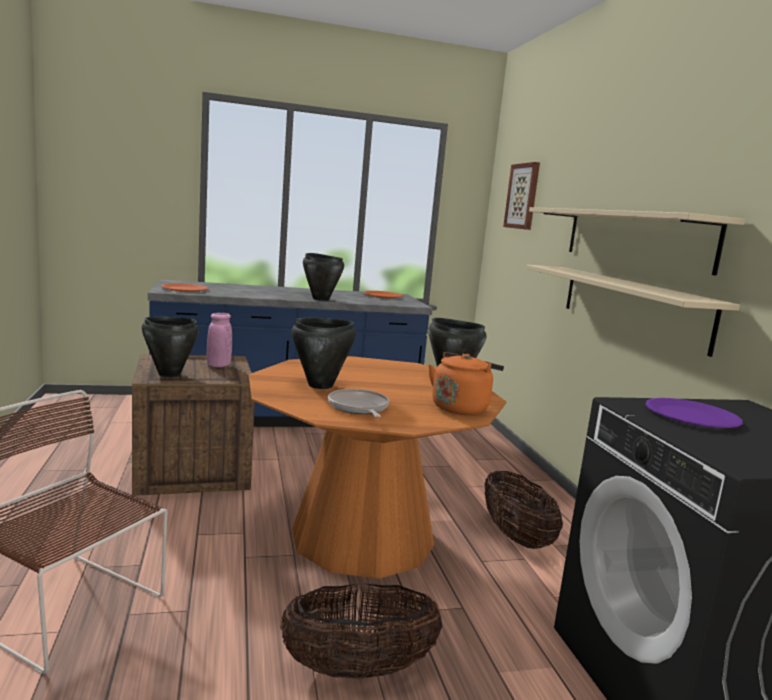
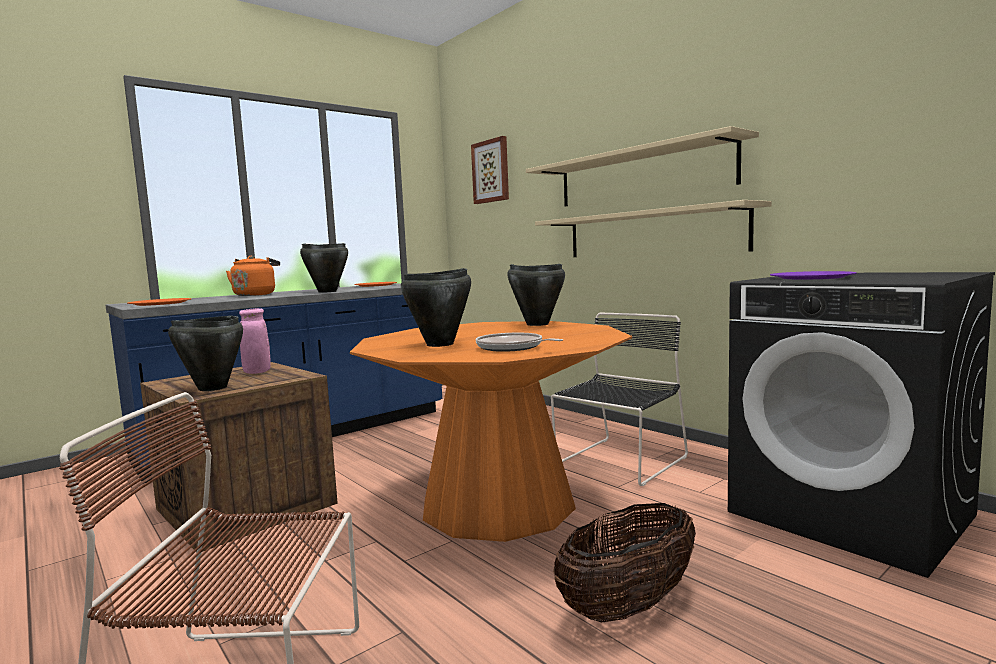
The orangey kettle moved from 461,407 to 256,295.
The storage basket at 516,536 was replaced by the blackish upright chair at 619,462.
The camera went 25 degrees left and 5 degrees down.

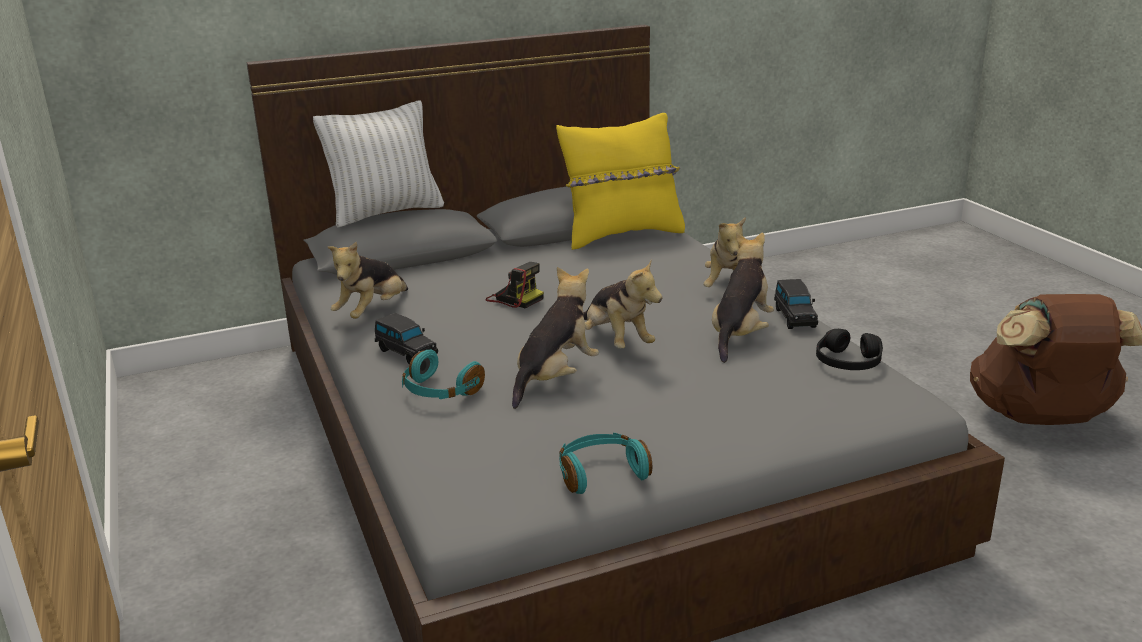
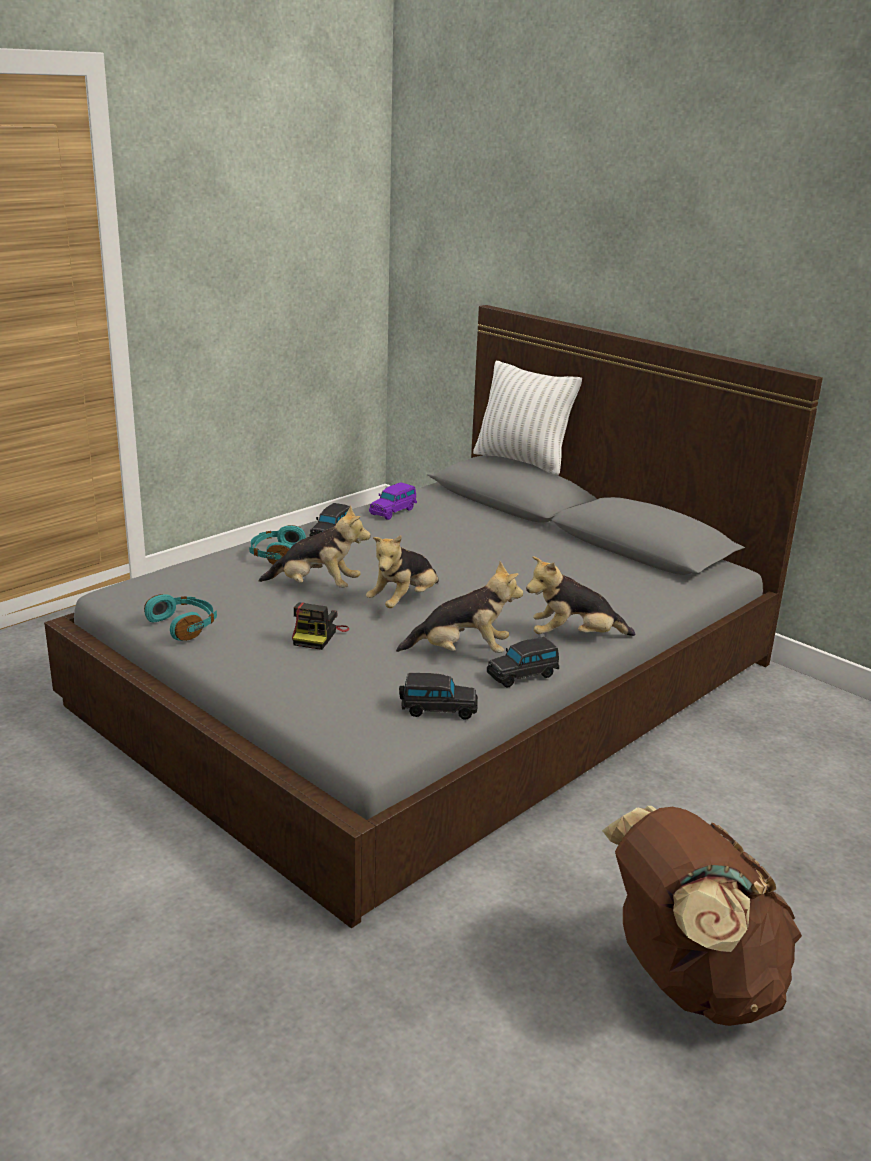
The photo camera moved from 514,298 to 318,636.
The cuddly toy at 372,312 was replaced by the purplish miniature car at 393,511.
The blackish pair of headphones at 848,362 was replaced by the blackish miniature car at 437,709.
The yellow cushion at 622,235 disappeared.
The camera went 65 degrees right and 0 degrees up.

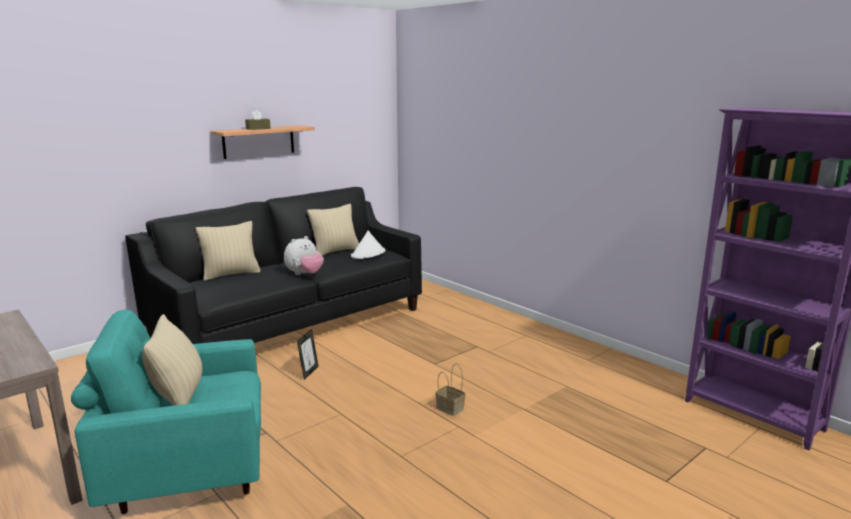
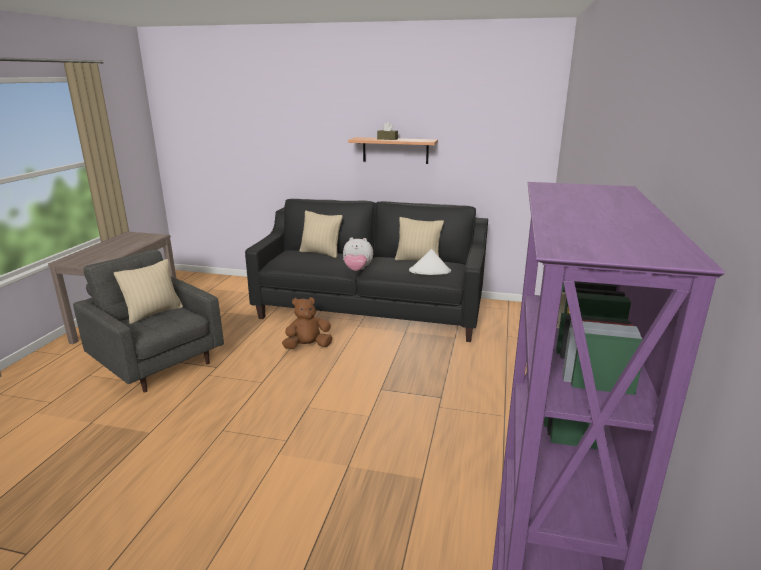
The turquoise-coloured lounge chair at 187,470 became the grey lounge chair at 158,363.
The photo frame at 309,372 was replaced by the brownish cuddly toy at 308,346.
The storage basket at 449,408 disappeared.
The camera went 55 degrees right and 5 degrees up.

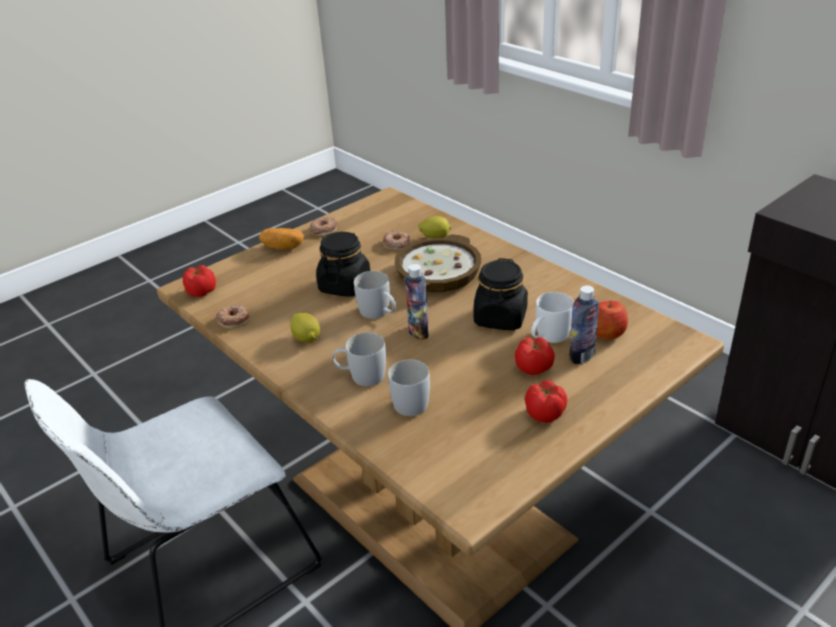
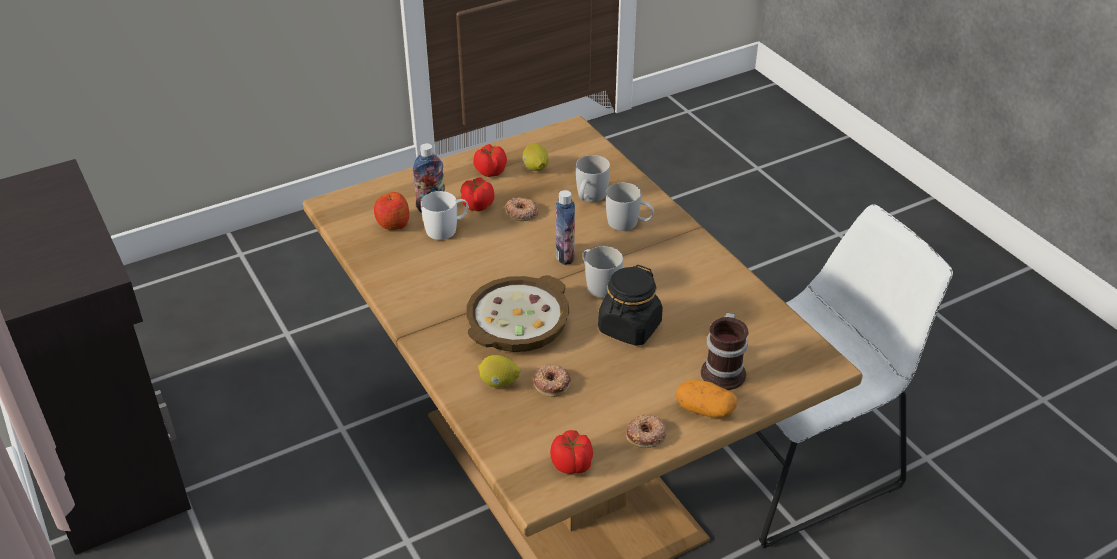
The donut moved from 234,319 to 521,213.
The whole lemon moved from 306,338 to 535,168.
The tomato moved from 201,291 to 572,465.
The tea mug at 725,370 appeared.
The blackish storage jar at 500,318 disappeared.
The camera went 170 degrees left and 5 degrees up.

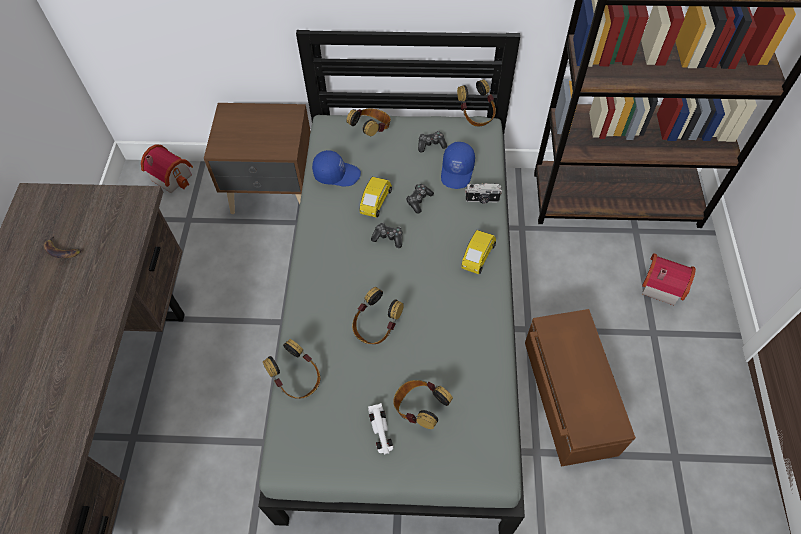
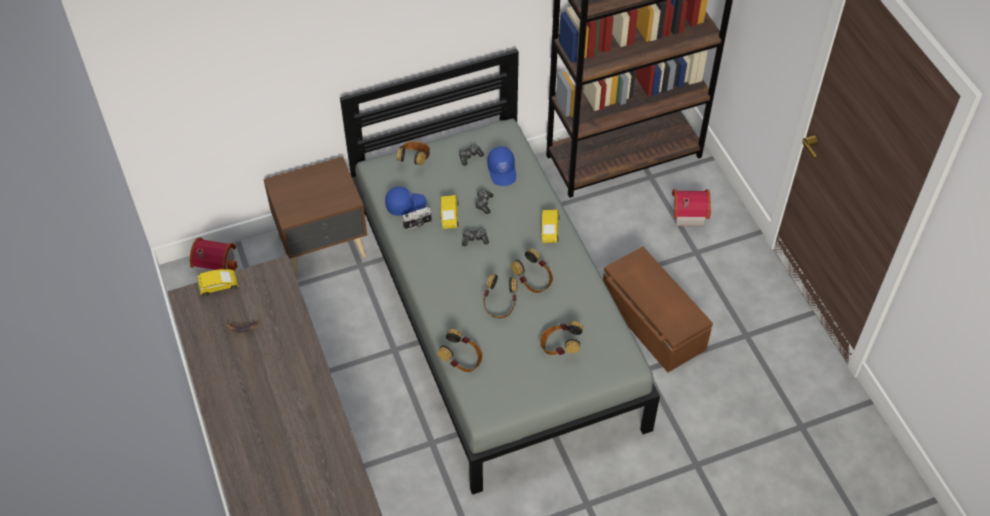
The yellow miniature car at 219,287 appeared.
The photo camera moved from 482,200 to 417,224.
The pair of headphones moved from 476,115 to 533,281.
The white-coloured miniature car at 381,431 disappeared.
The camera went 25 degrees left and 5 degrees down.

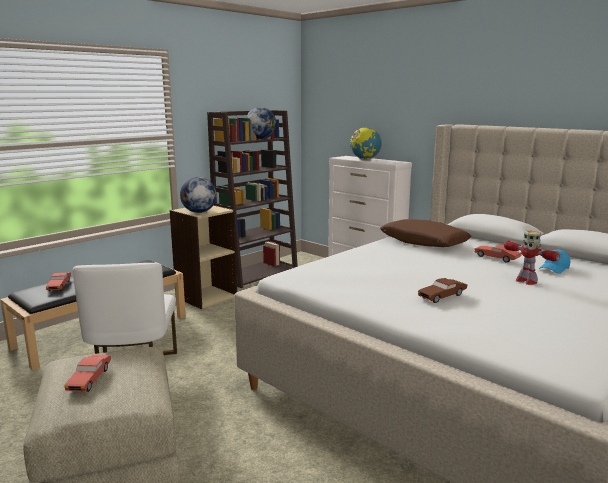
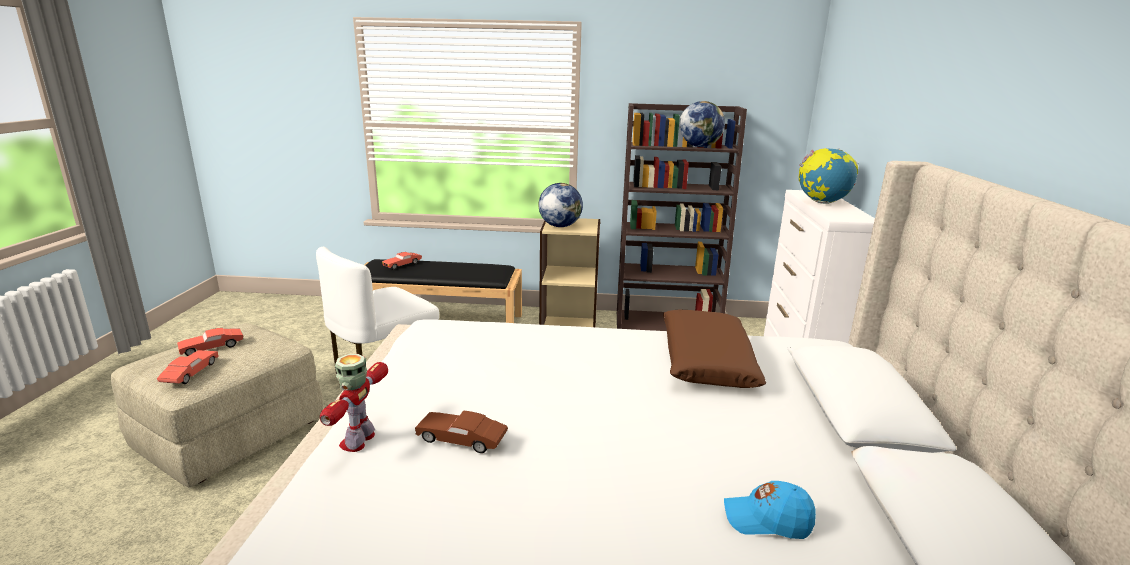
The reddish miniature car moved from 497,258 to 191,374.
The robot figure moved from 526,281 to 359,440.
The camera went 50 degrees right and 5 degrees up.

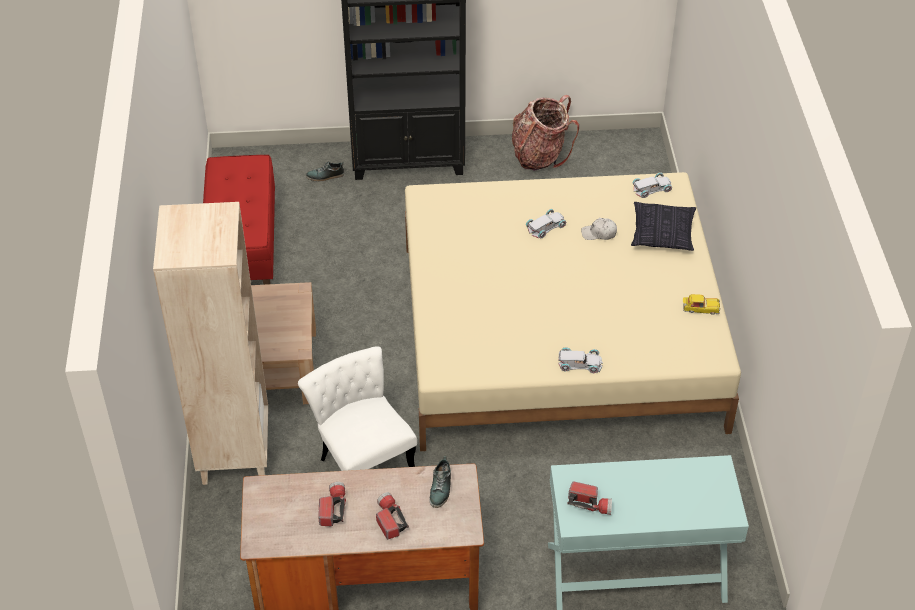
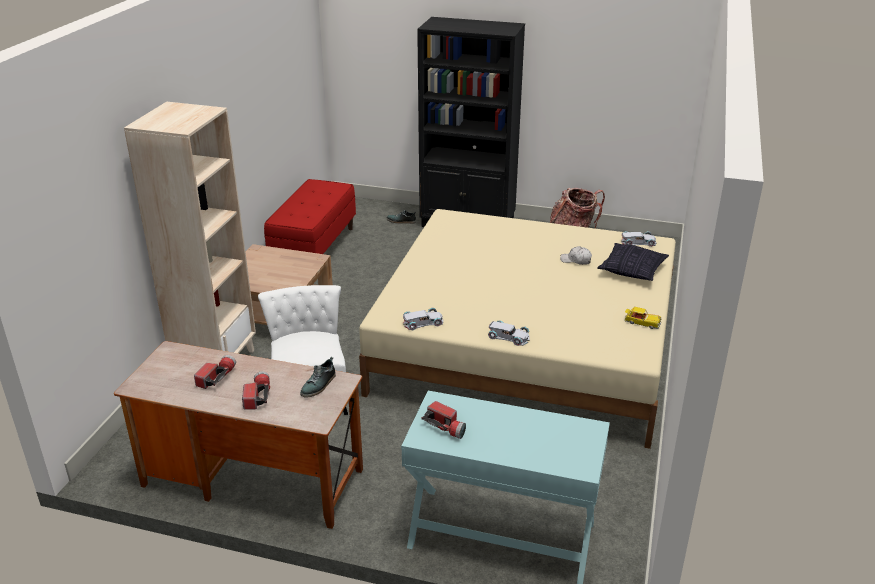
The white-coloured miniature car moved from 546,226 to 423,322.
The camera went 20 degrees right and 15 degrees down.

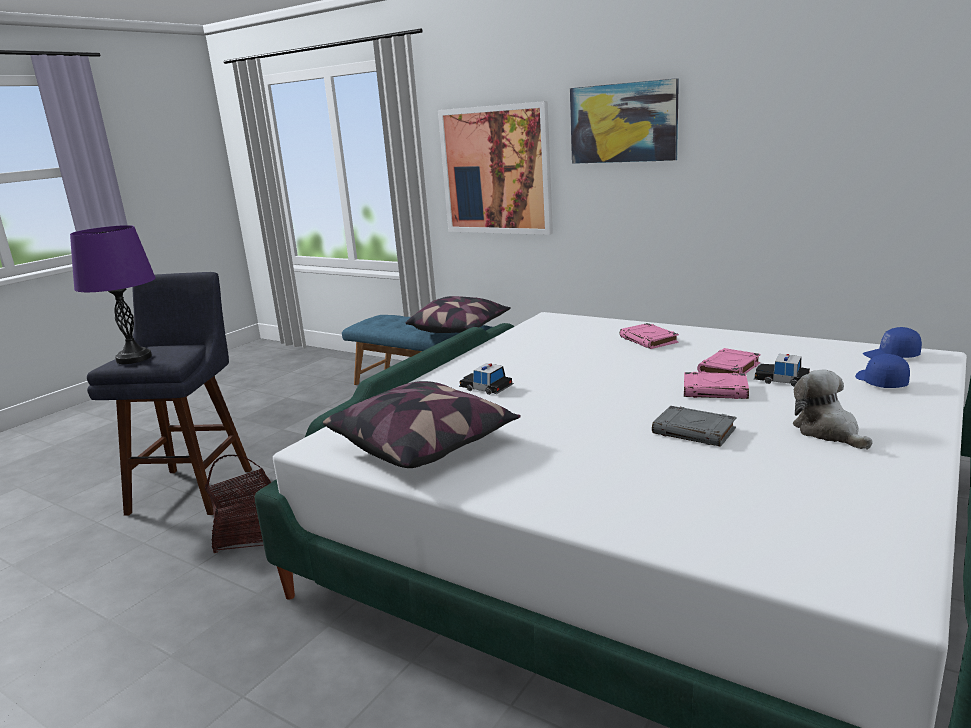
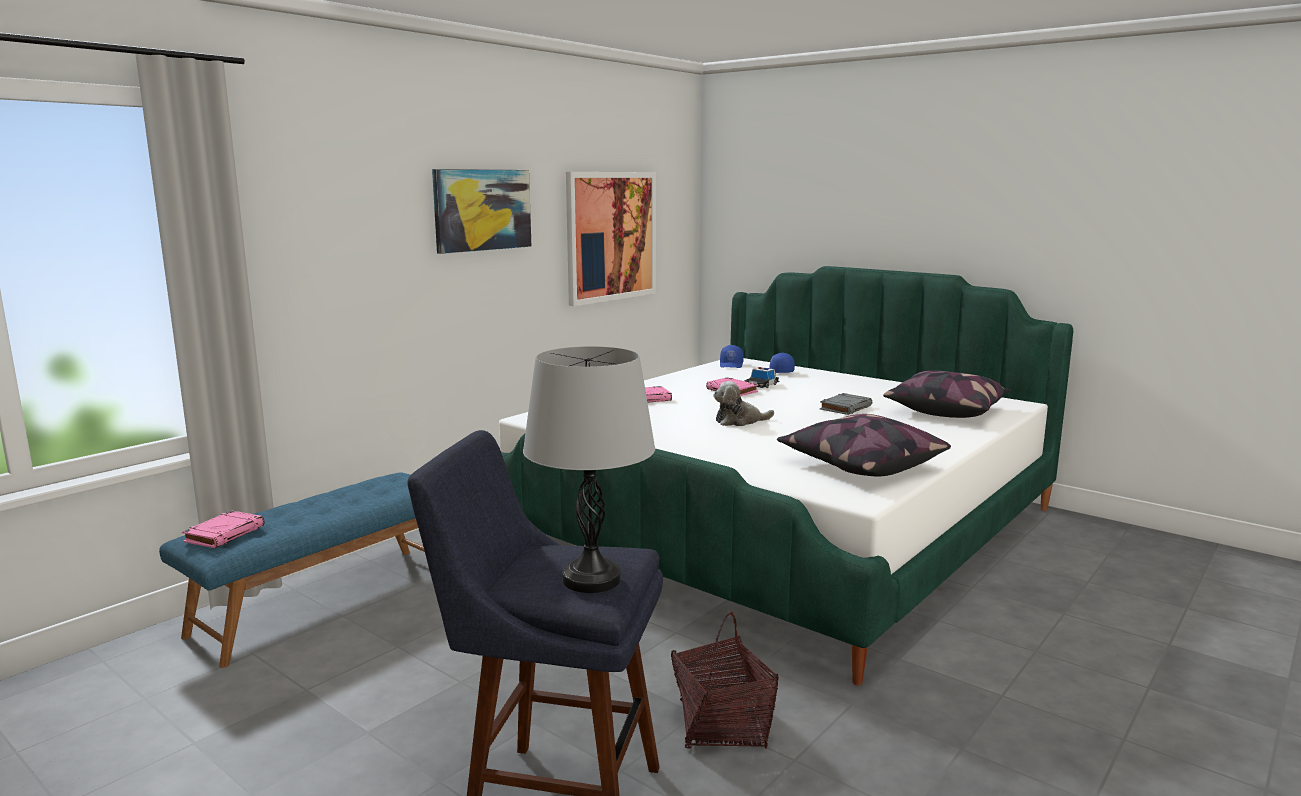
The pinkish book moved from 715,390 to 225,534.
The purplish lamp for a table at 134,358 became the grey lamp for a table at 591,579.
The wall picture moved from 496,170 to 611,236.
The cuddly toy moved from 828,432 to 739,421.
The cushion moved from 460,330 to 946,411.
The miniature car at 486,387 disappeared.
The camera went 85 degrees left and 5 degrees down.

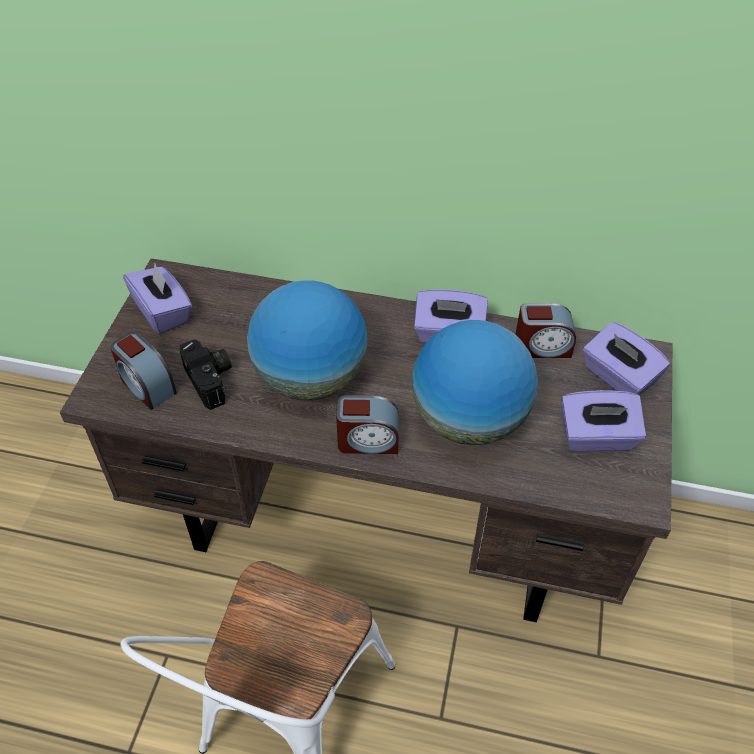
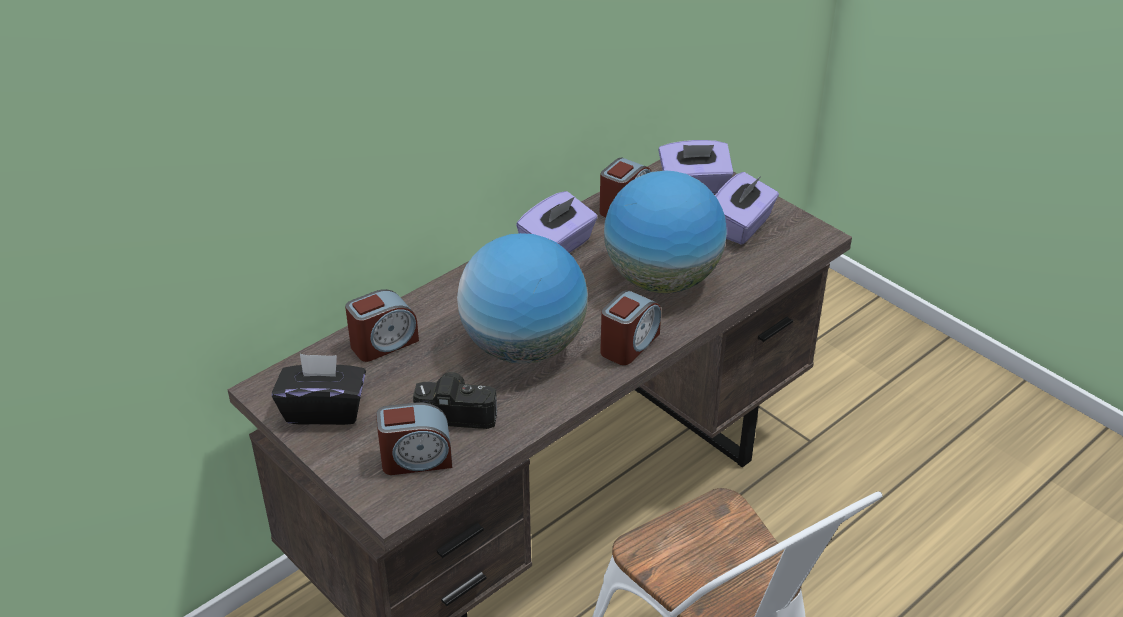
The purplish box of tissues at 163,312 became the blackish box of tissues at 324,409.
The bedside clock at 383,343 appeared.
The camera went 55 degrees left and 10 degrees down.

